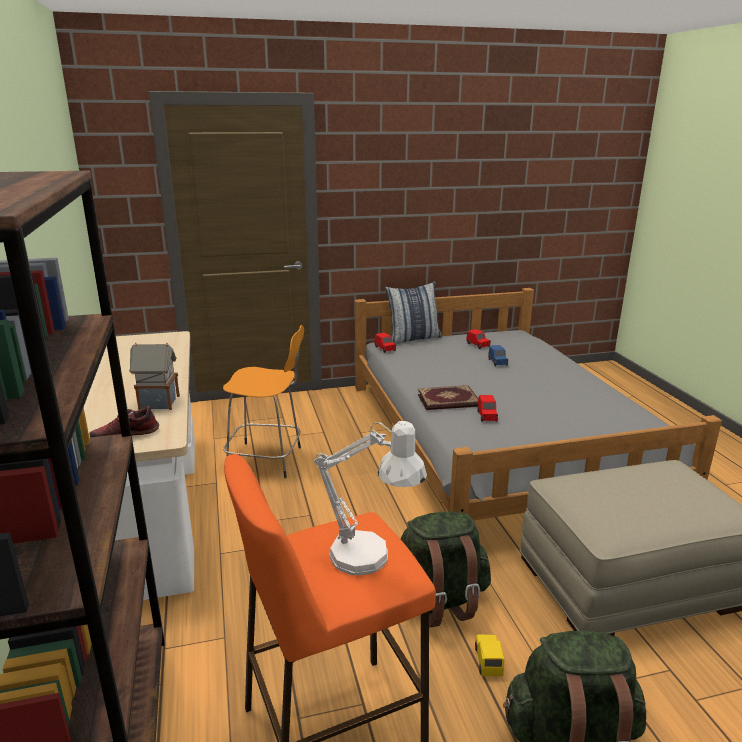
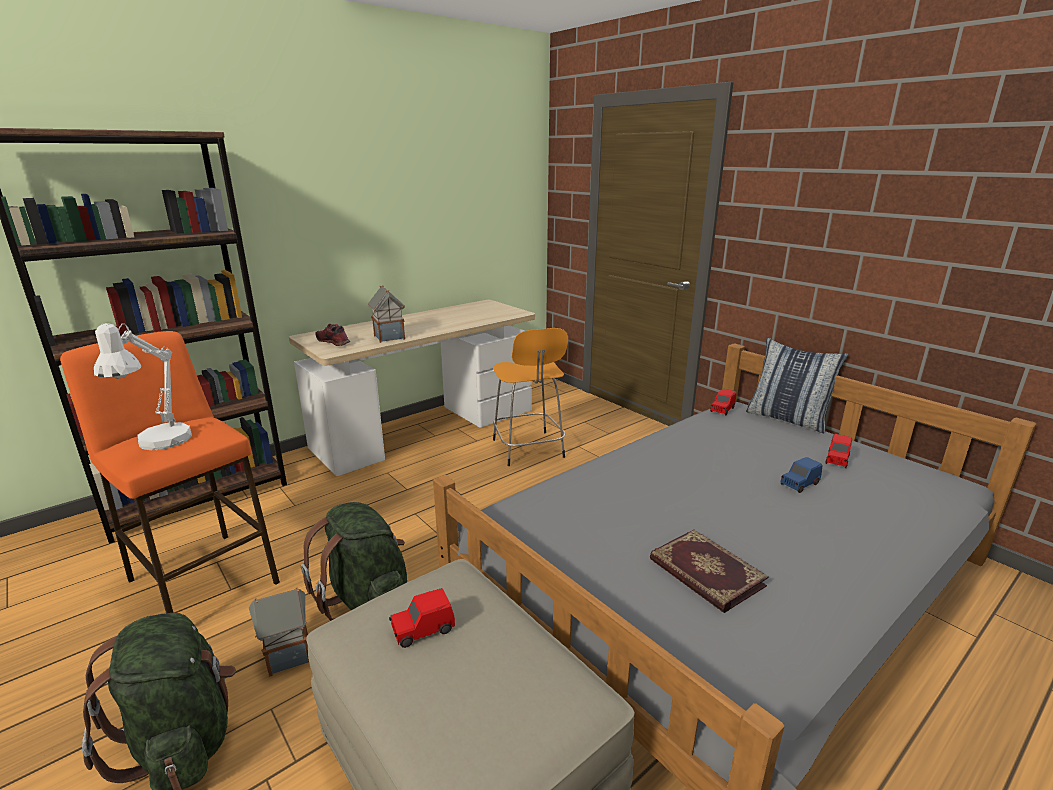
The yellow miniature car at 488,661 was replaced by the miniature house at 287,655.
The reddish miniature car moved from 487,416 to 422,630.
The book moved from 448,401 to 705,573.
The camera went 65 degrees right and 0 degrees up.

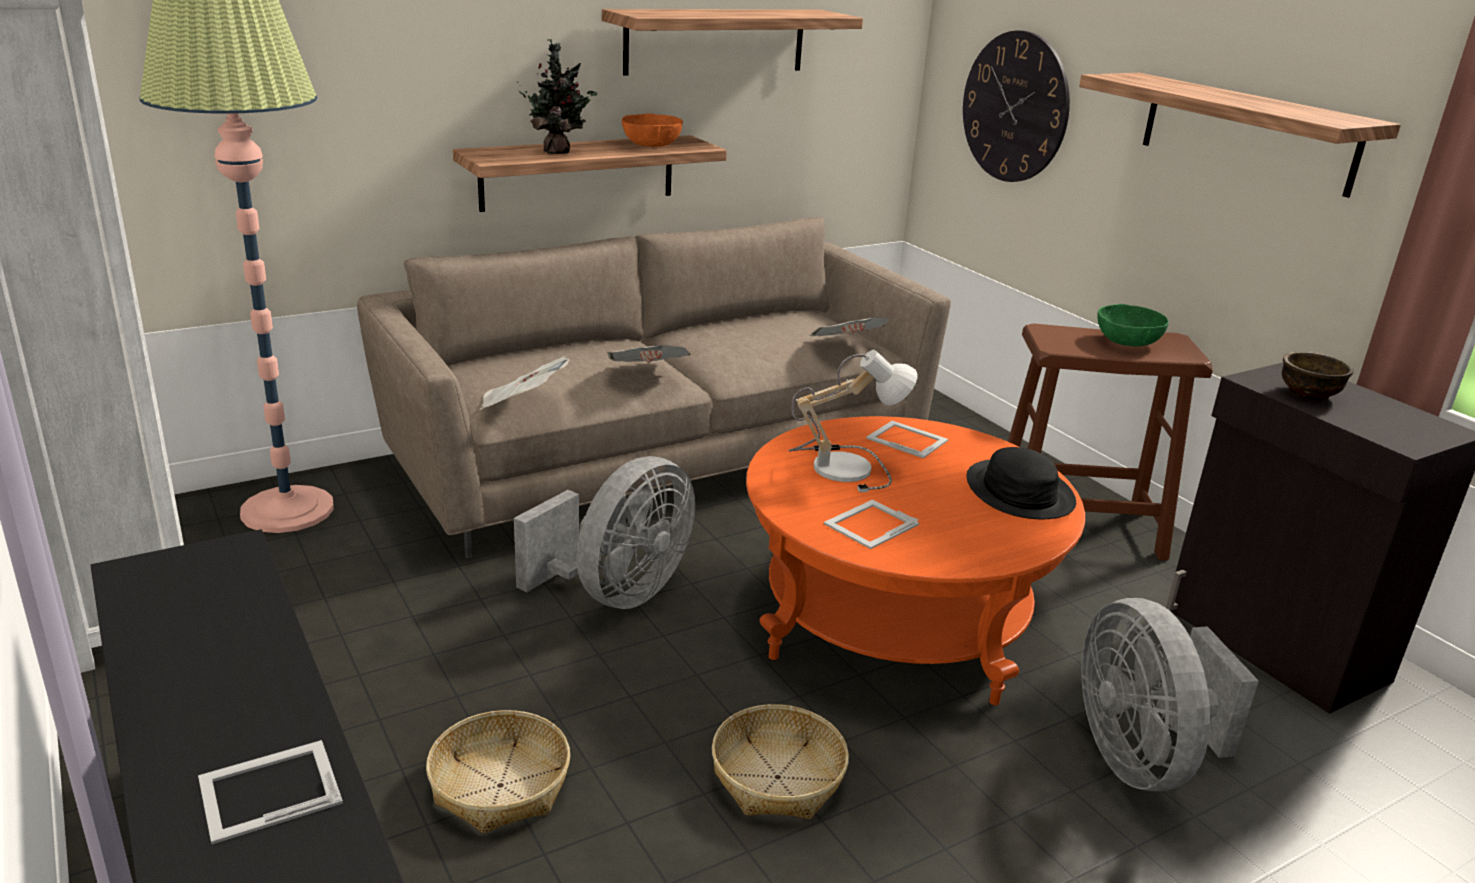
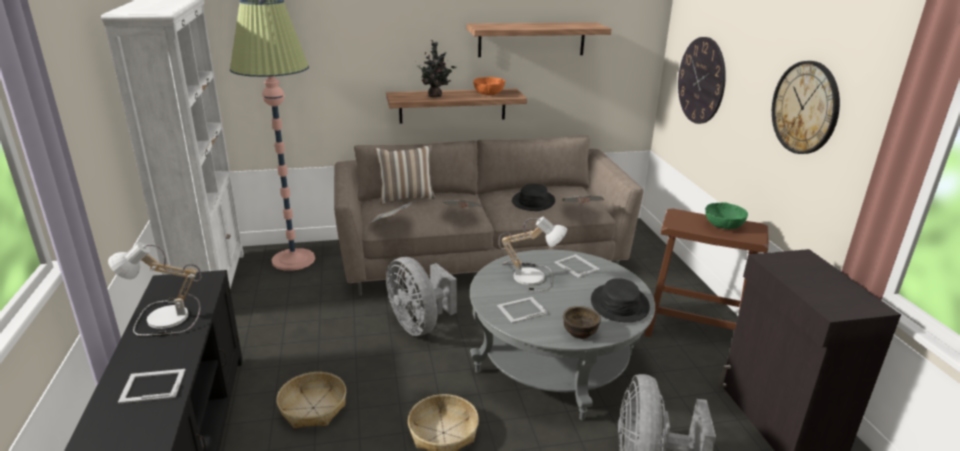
The lamp for a table at 164,320 appeared.
The cushion at 406,197 appeared.
The grey fan at 617,593 turned 90 degrees clockwise.
The orangey coffee table at 894,618 became the grey coffee table at 555,362.
The blackish wearable hat at 533,201 appeared.
The brownish bowl moved from 1308,394 to 580,332.
The wall shelf at 1247,132 was replaced by the clock on the wall at 805,107.
The camera went 20 degrees right and 0 degrees up.

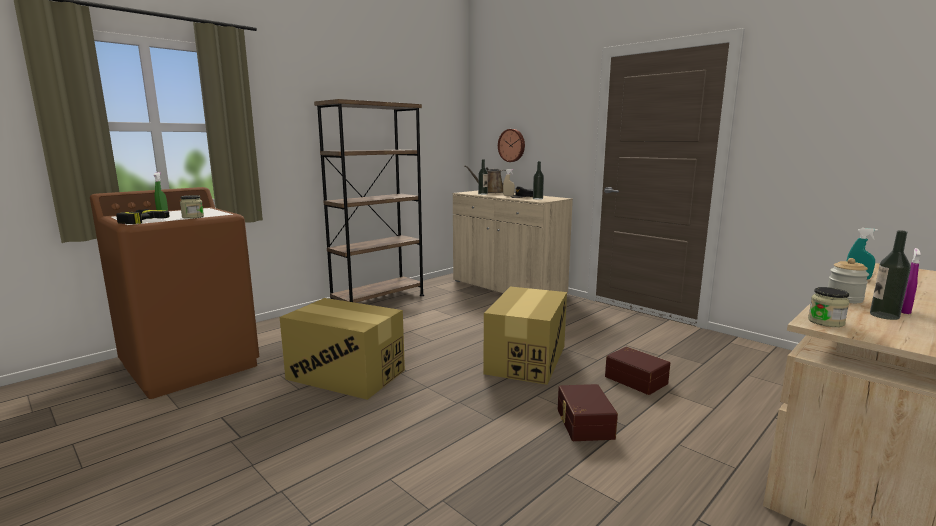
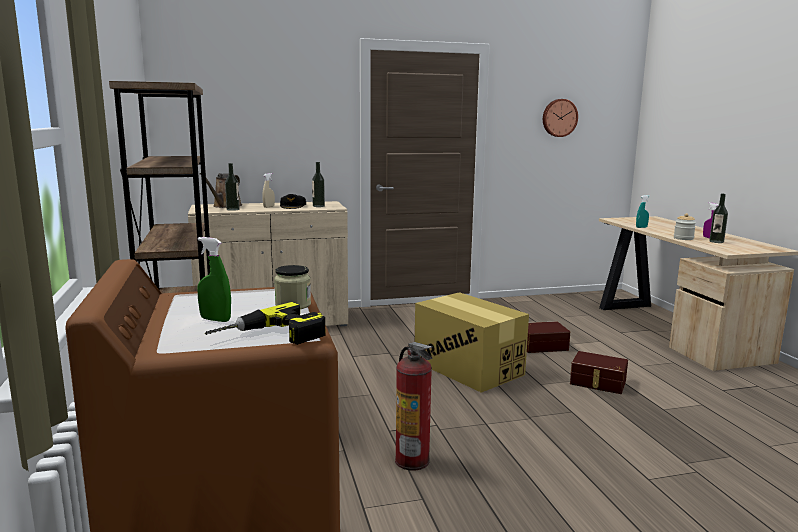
The carton at 346,374 was replaced by the fire-fighting cylinder at 412,460.
The clock on the wall moved from 512,145 to 559,118.
The storage jar at 826,322 disappeared.
The camera went 60 degrees left and 0 degrees up.

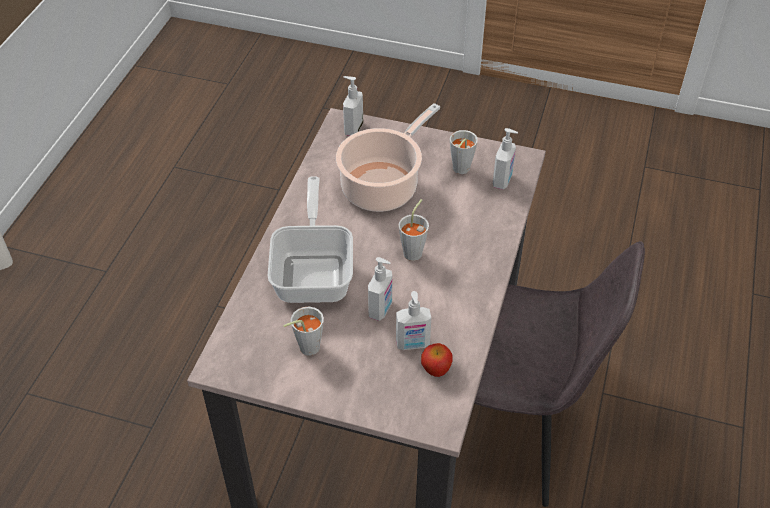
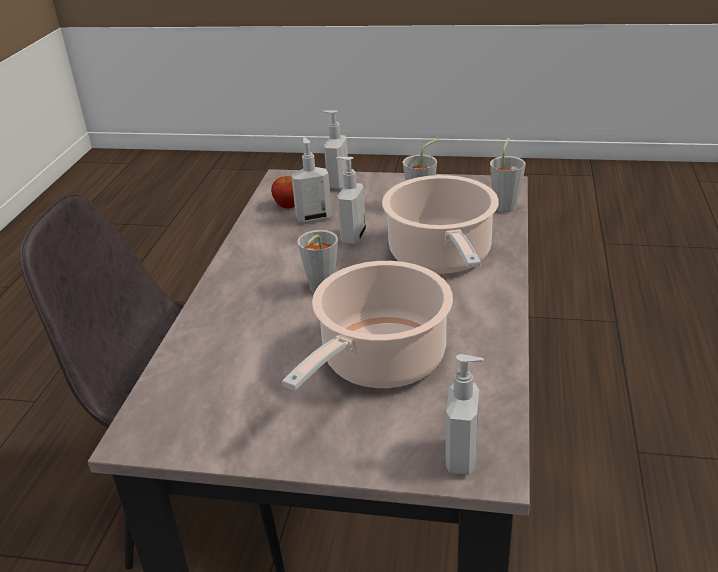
The soap bottle moved from 503,181 to 337,183.
The pan at 315,271 was replaced by the stockpot at 441,258.
The grey drinking cup moved from 459,170 to 506,204.
The camera went 175 degrees right and 15 degrees down.

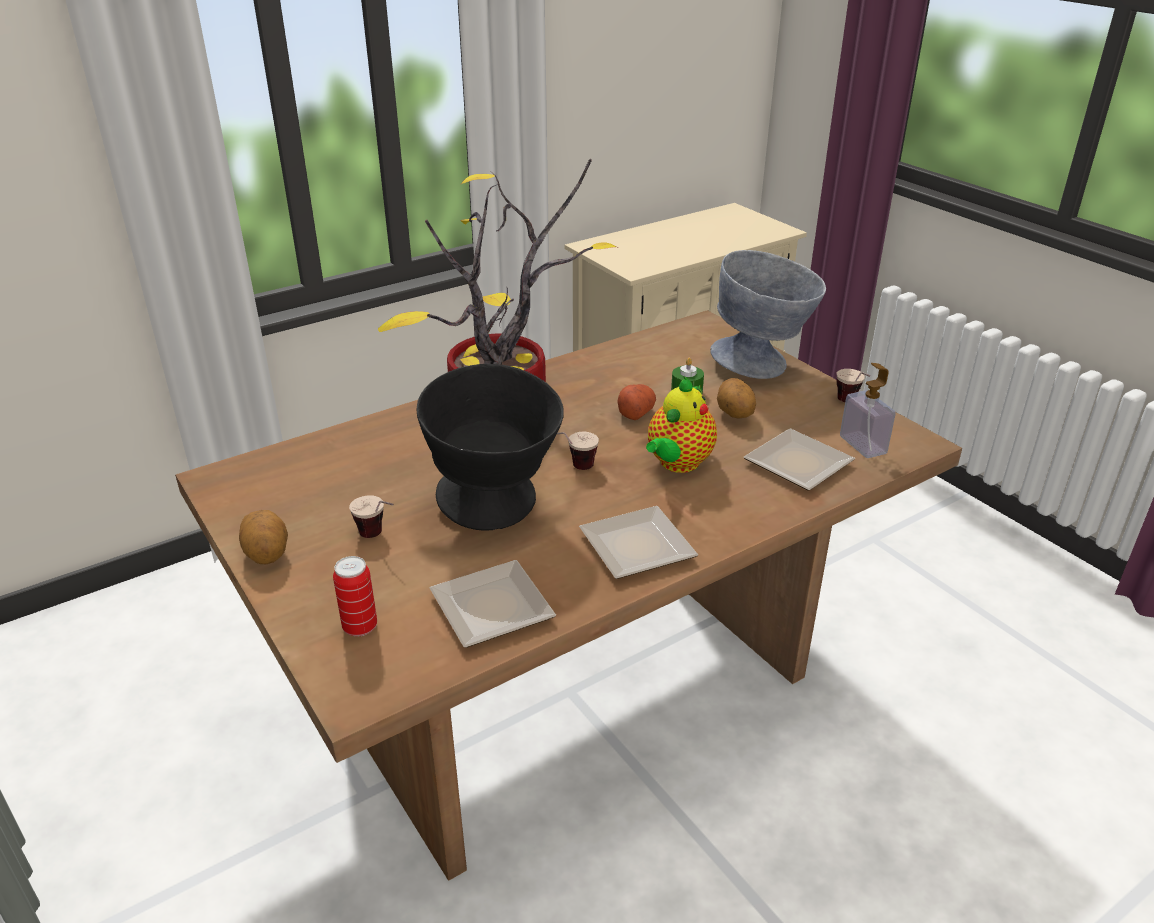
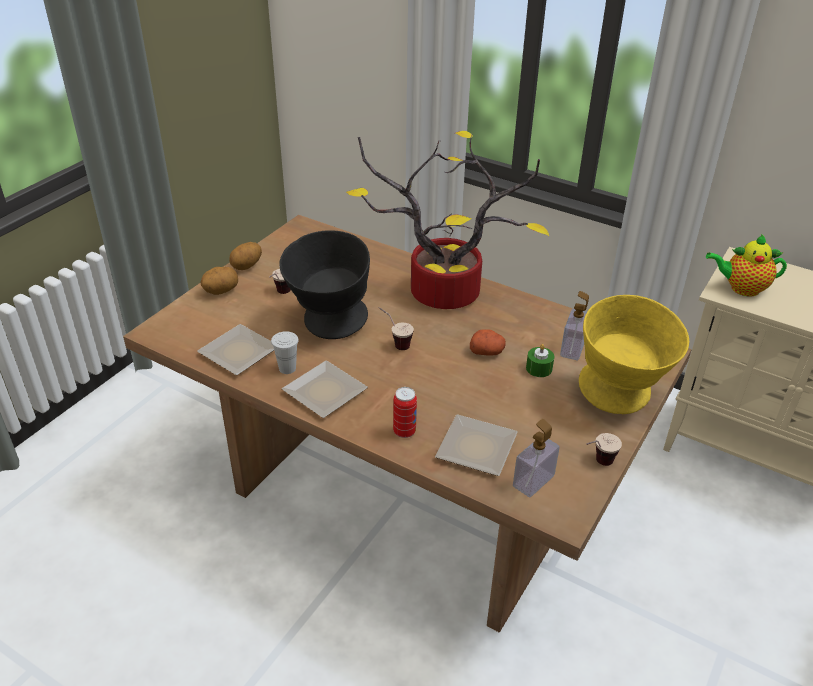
The whole potato moved from 734,415 to 221,291.
The white-coloured drinking cup at 287,368 appeared.
The sealed can moved from 360,627 to 404,431.
The soap bottle at 572,348 appeared.
The grey bowl at 762,365 became the yellow bowl at 619,400.
The teapot moved from 677,464 to 741,288.
The camera went 65 degrees right and 5 degrees up.

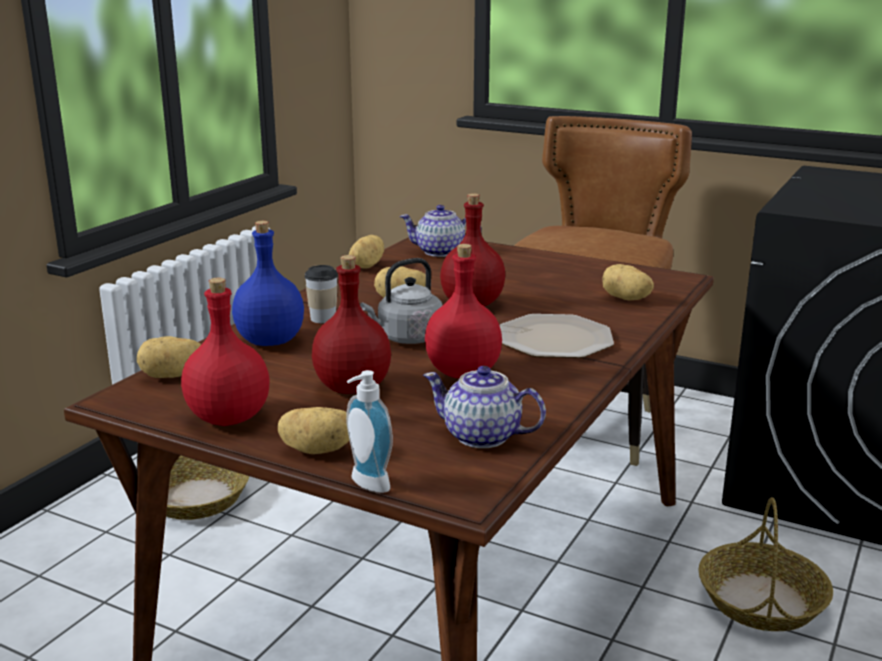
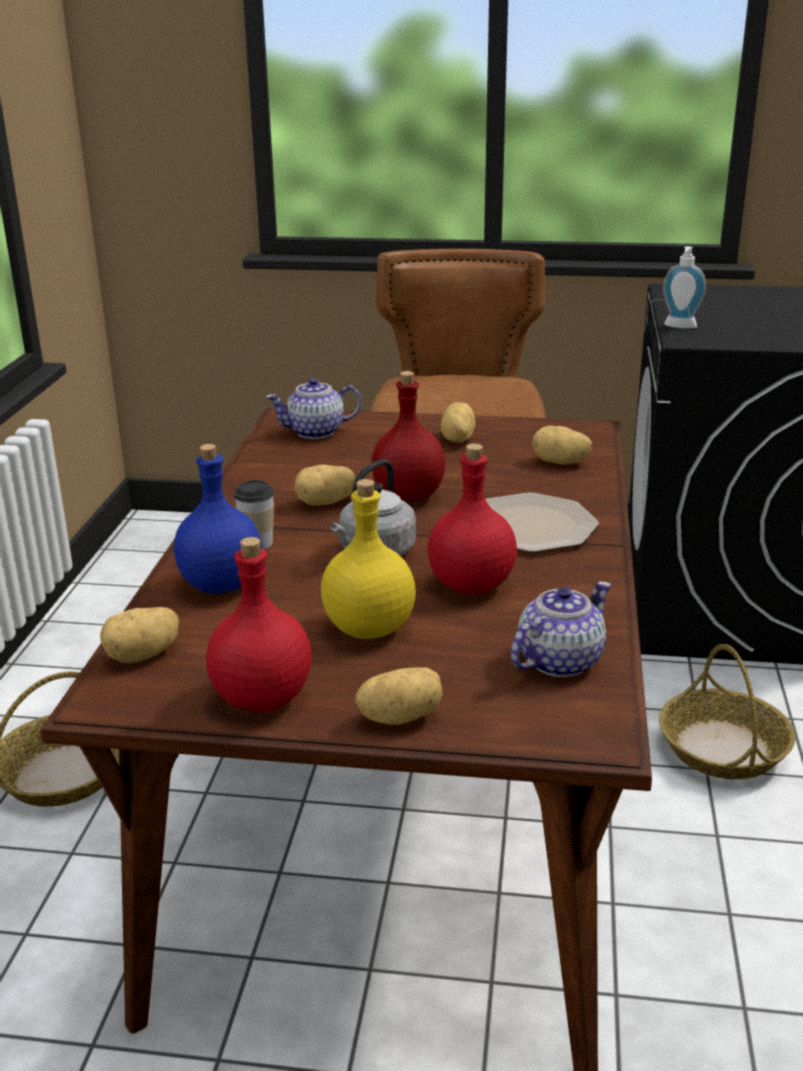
The reddish drink bottle at 352,388 became the yellow drink bottle at 369,629.
The whole potato moved from 365,266 to 456,439.
The teapot at 482,436 turned 135 degrees clockwise.
The soap bottle moved from 366,485 to 679,327.
The camera went 20 degrees left and 5 degrees up.

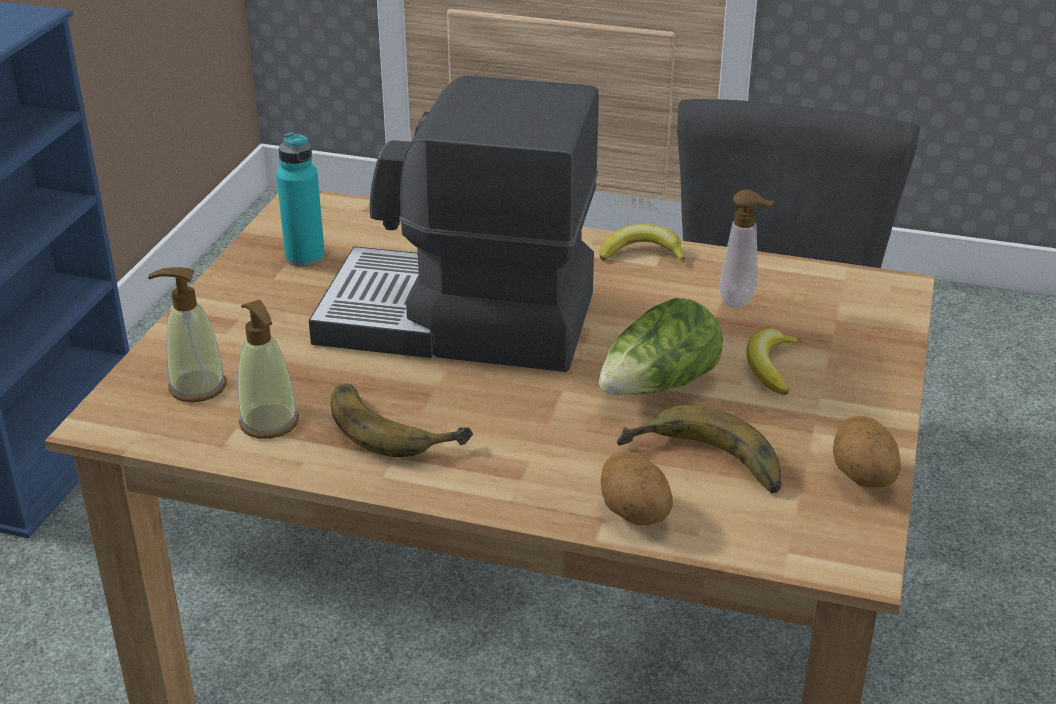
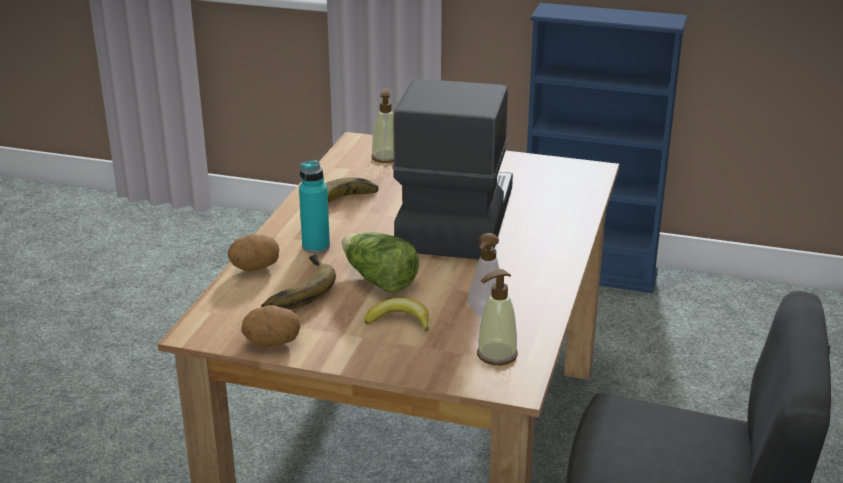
The turquoise-coloured drink bottle moved from 305,257 to 316,247.
The soap bottle moved from 269,422 to 496,355.
The banana at 642,253 disappeared.
The camera went 90 degrees right and 5 degrees down.

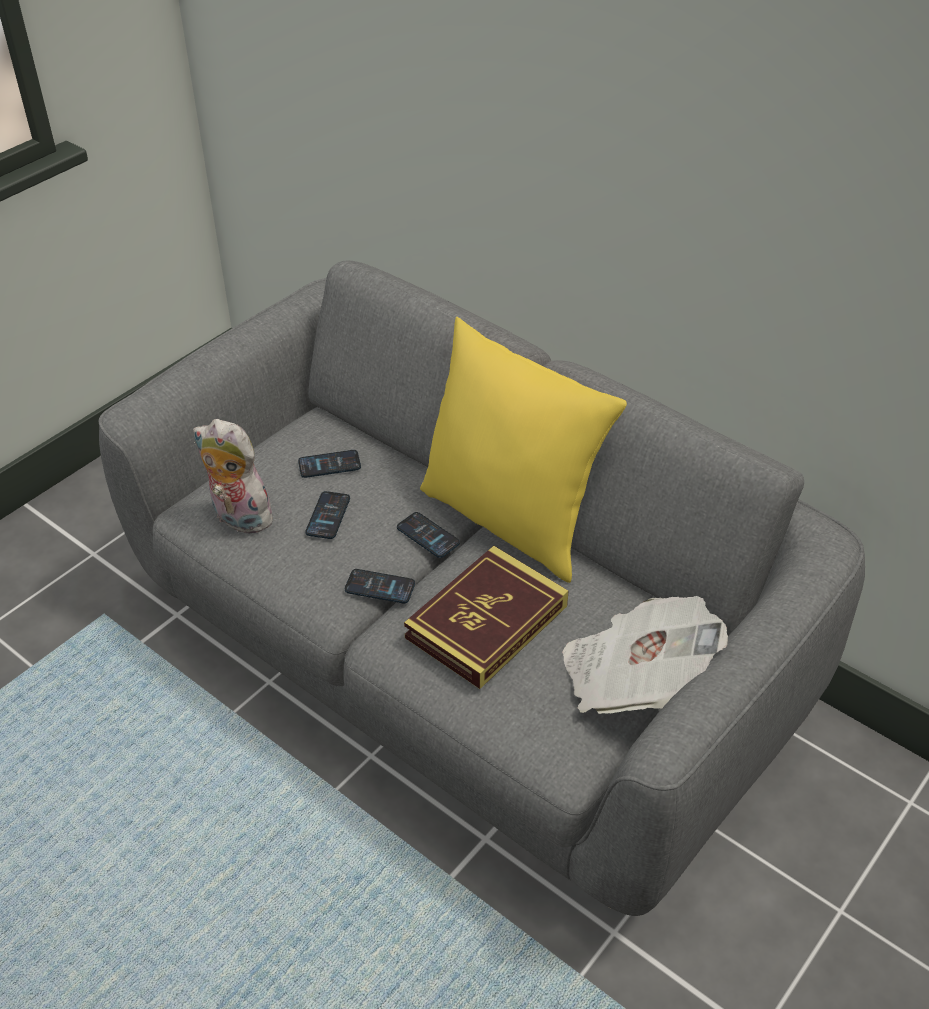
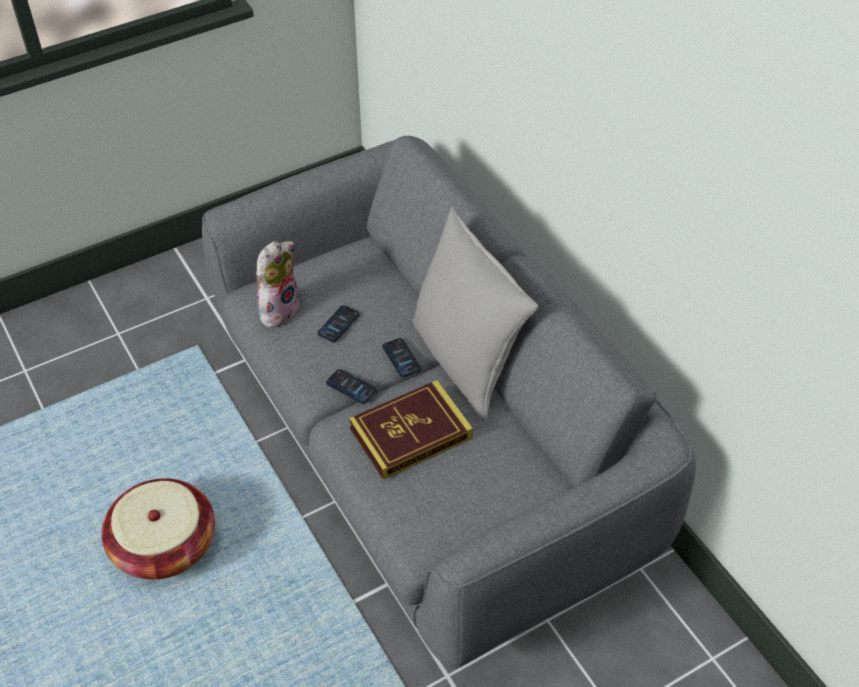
The storage basket at 164,545 appeared.
The cuddly toy at 238,518 turned 75 degrees clockwise.
The yellow cushion at 510,520 became the grey cushion at 466,362.
The handset at 329,465 disappeared.
The printed paper at 634,679 disappeared.
The camera went 20 degrees right and 5 degrees up.

